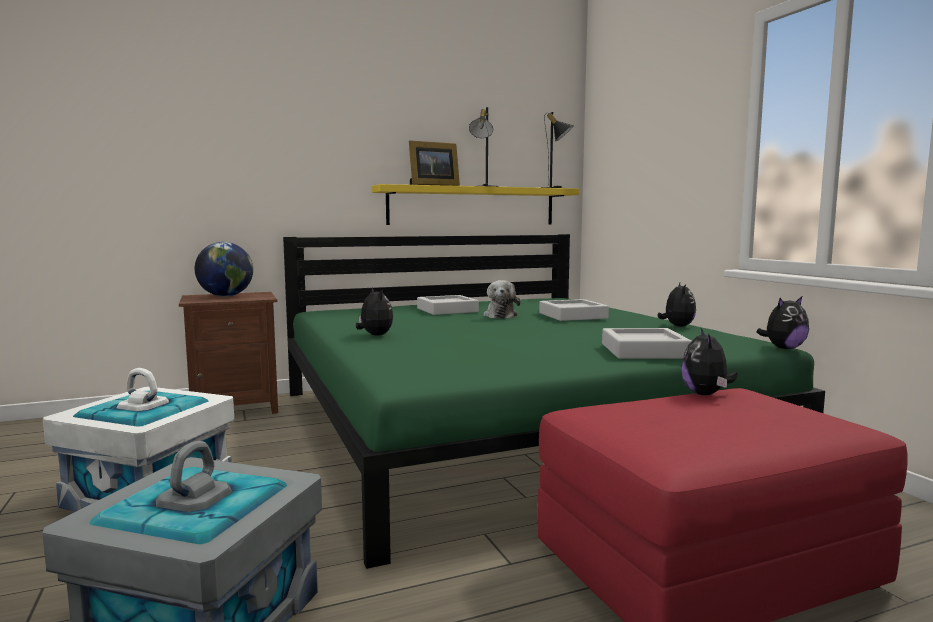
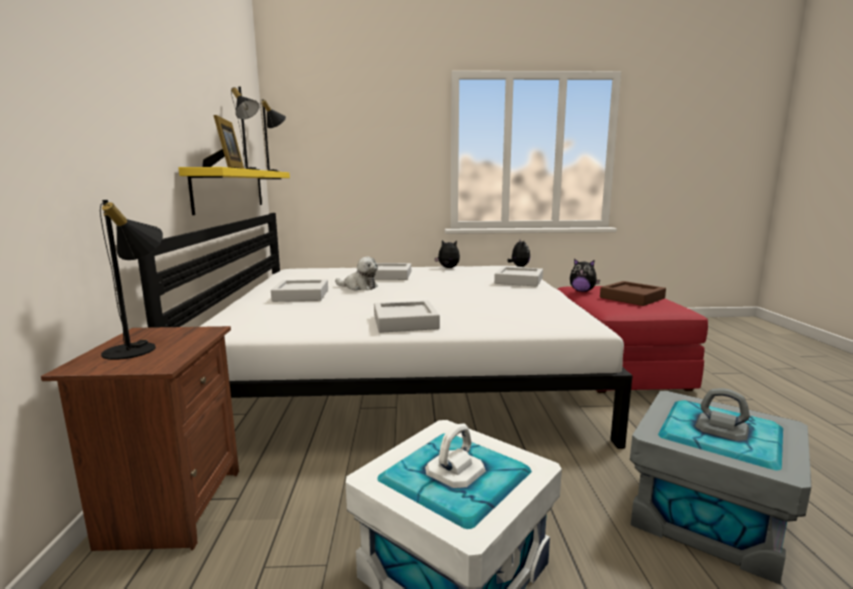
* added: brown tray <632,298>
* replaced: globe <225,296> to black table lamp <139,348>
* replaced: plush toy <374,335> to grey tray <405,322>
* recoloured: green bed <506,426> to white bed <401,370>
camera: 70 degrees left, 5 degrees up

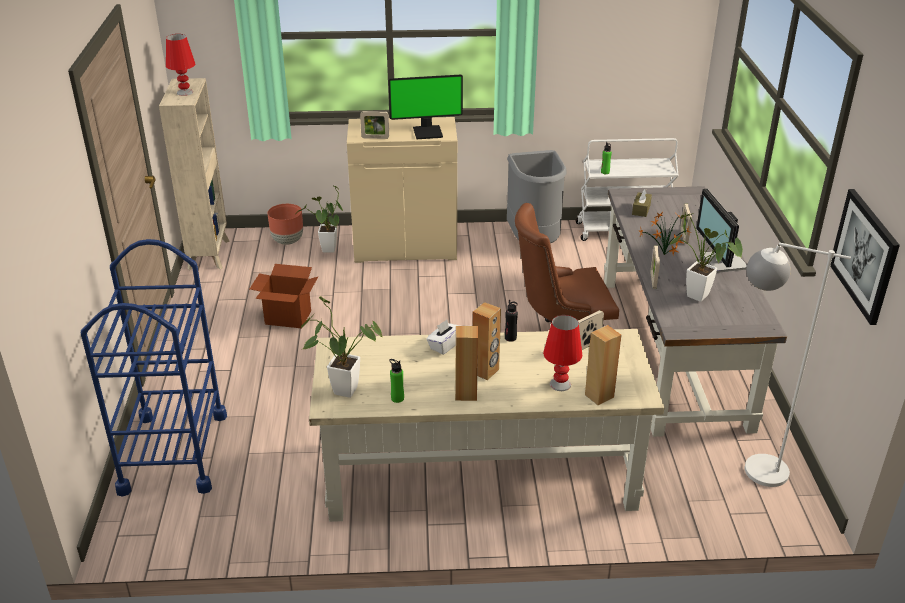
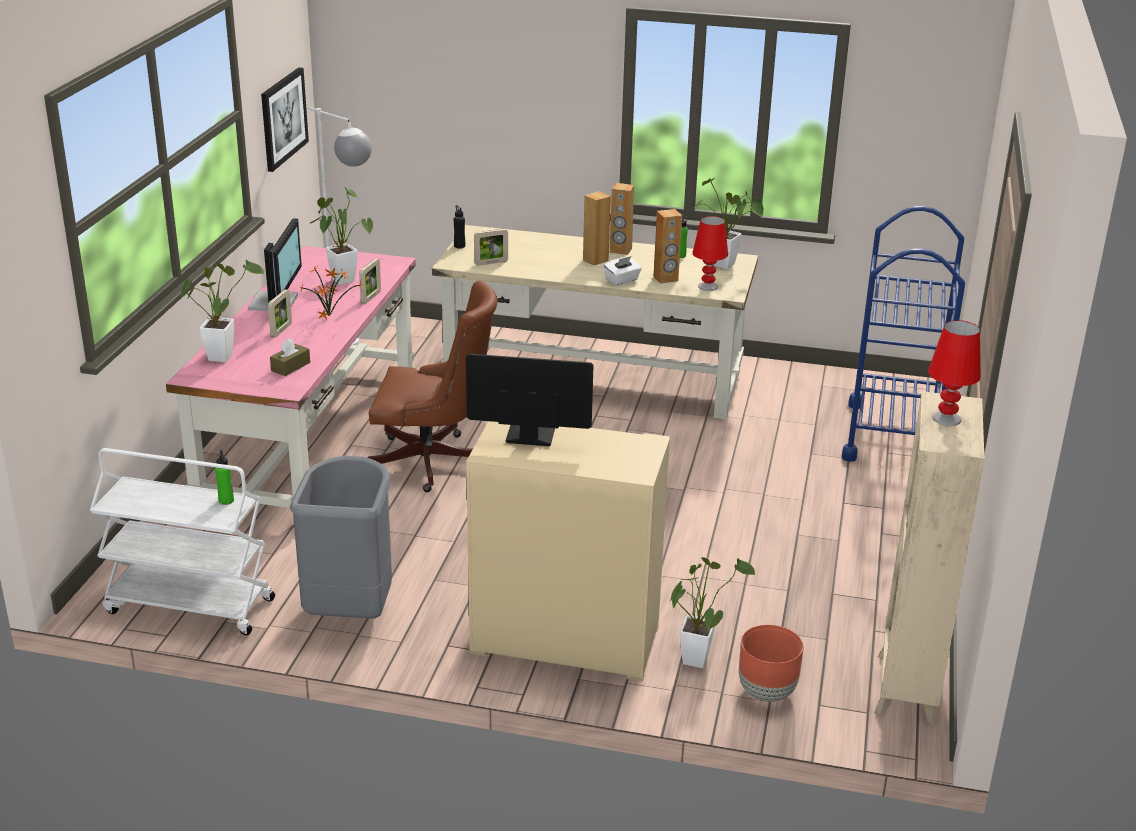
* removed: cardboard box <287,317>
* removed: picture frame <375,137>
* added: potted plant <223,355>
* moved: black bottle <510,338> to <459,246>
* moved: red table lamp <560,384> to <708,286>
* moved: brown speaker <599,396> to <666,279>
* recoloured: grey desk <673,350> to pink desk <310,437>
camera: 165 degrees left, 5 degrees down

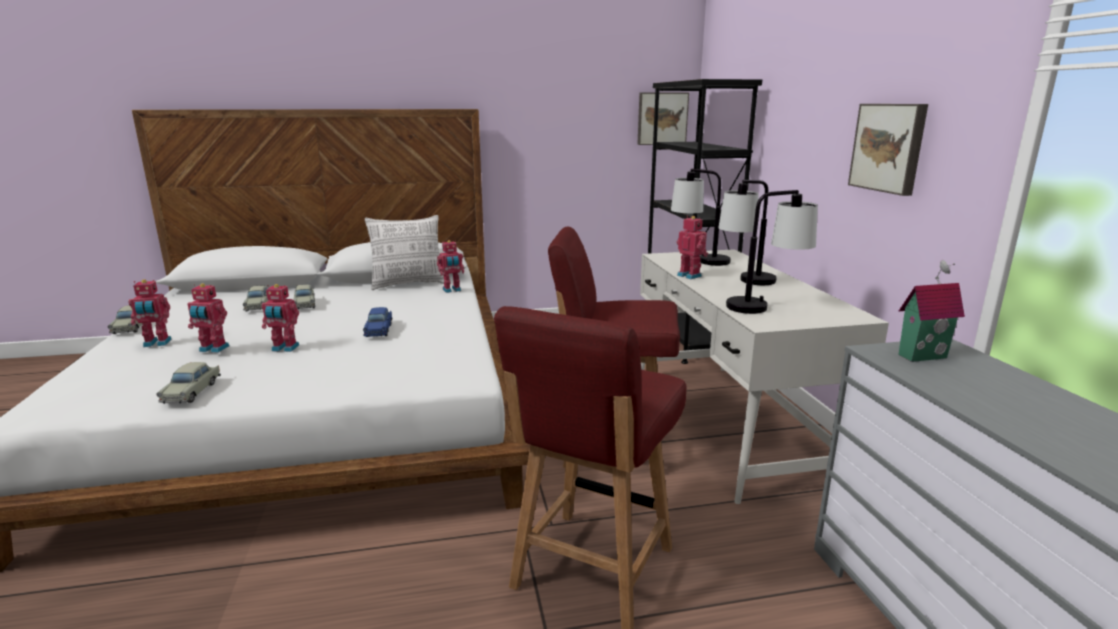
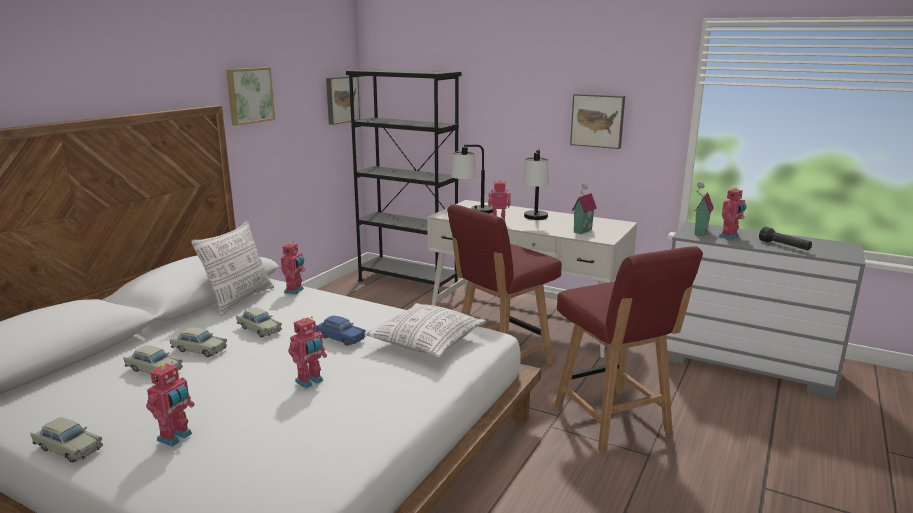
* added: picture <249,95>
* added: pillow <427,342>
* added: black flashlight <784,246>
* moved: beige toy car <192,391> to <259,329>
* moved: toy robot <213,349> to <730,236>
* replaced: table lamp <765,307> to toy house <581,230>
camera: 50 degrees left, 0 degrees up

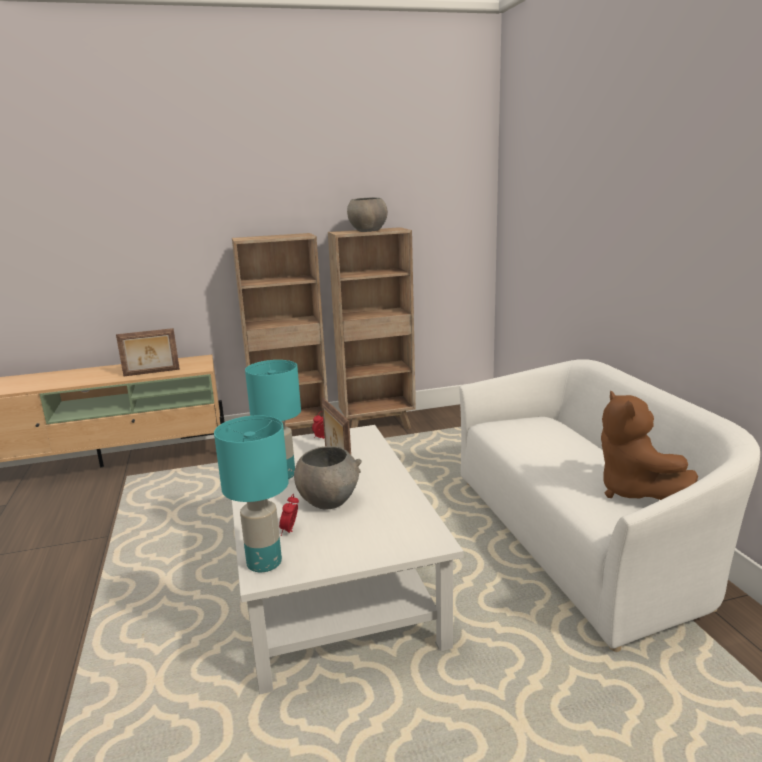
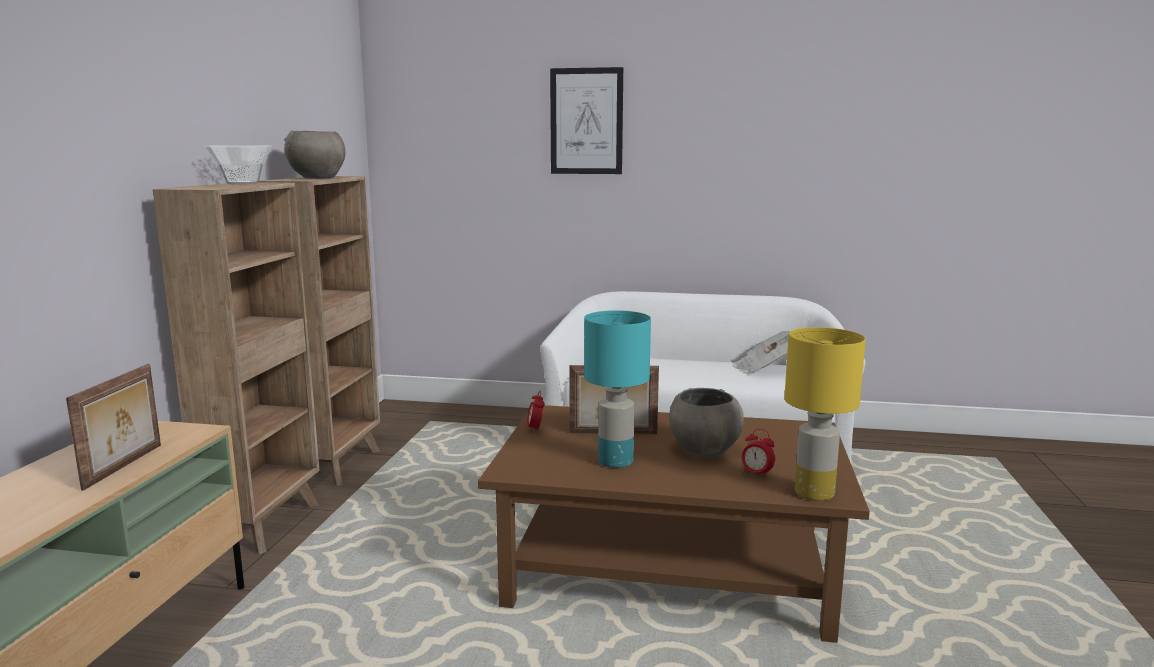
* added: bowl <241,183>
* added: picture <586,121>
* replaced: brown plush toy <634,491> to newspaper <766,368>
* recoloured: turquoise table lamp <265,562> to yellow table lamp <814,493>
* recoloured: white coffee table <332,581> to brown coffee table <669,566>
camera: 65 degrees left, 5 degrees down

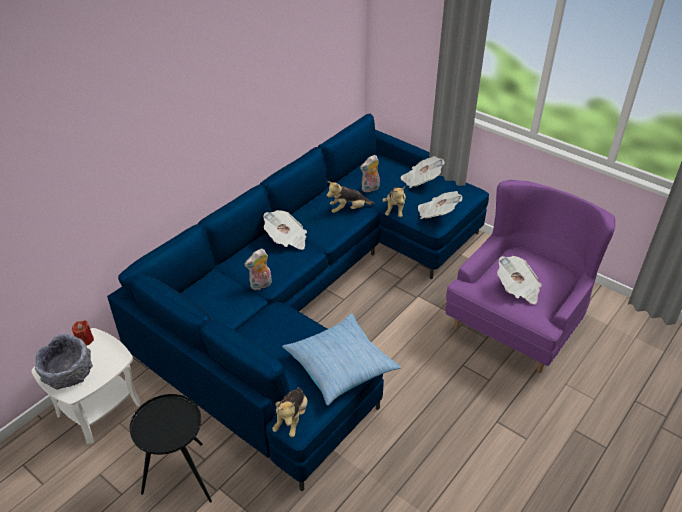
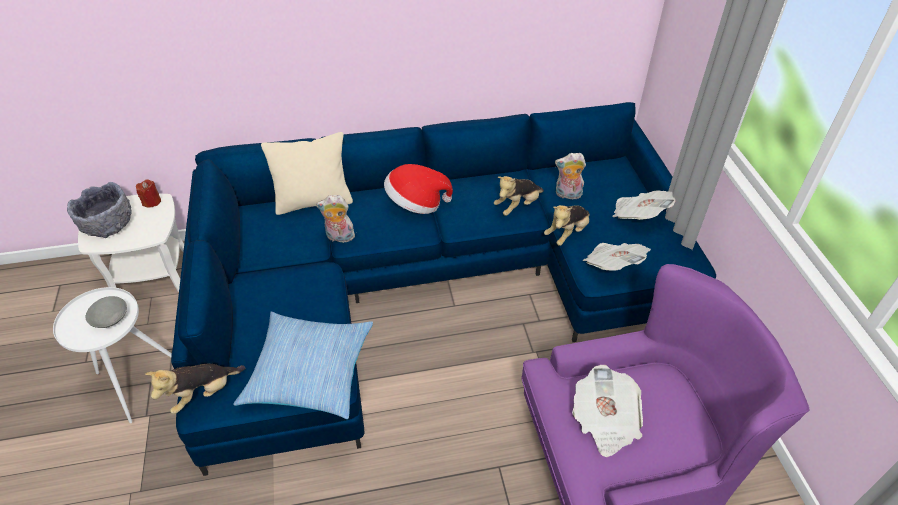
* added: grey bowl <110,318>
* added: beige pillow <314,202>
* replaced: newspaper <286,239> to hat <416,204>
* recoloured: black side table <181,478> to white side table <135,382>
* turned: plush toy <348,210> = <517,206> 60 degrees counterclockwise
camera: 40 degrees right, 5 degrees up

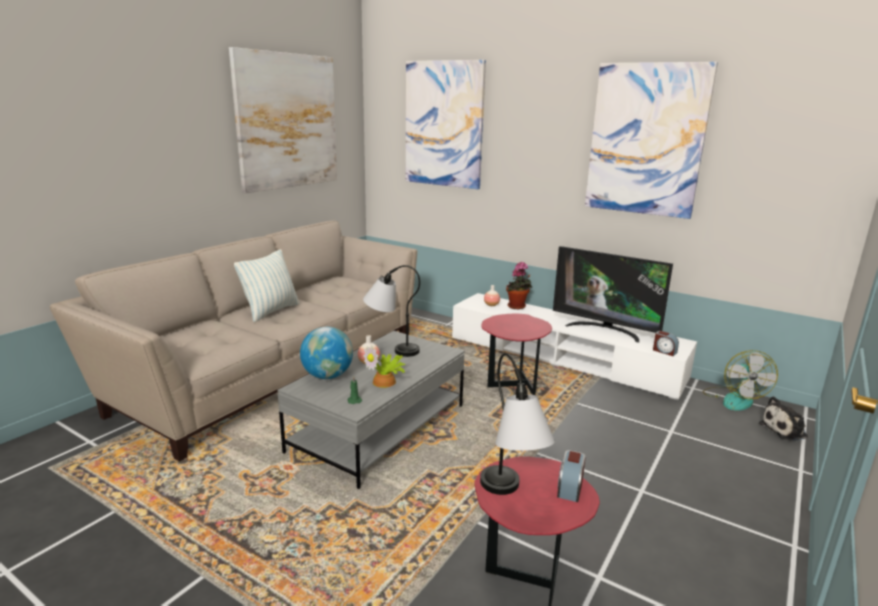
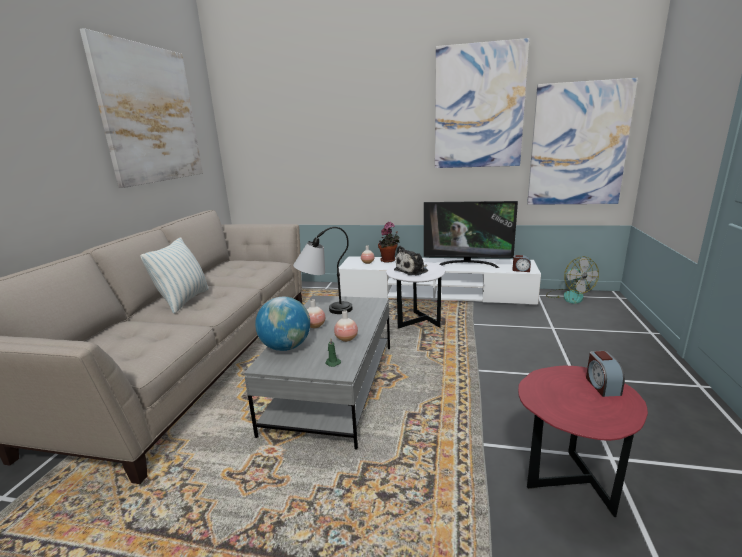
* removed: table lamp <510,499>
* moved: picture <444,124> to <578,145>
* moved: plush toy <785,430> to <413,270>
* replaced: potted plant <386,382> to vase <346,339>
* recoloured: red side table <512,387> to white side table <416,323>
camera: 20 degrees left, 0 degrees up

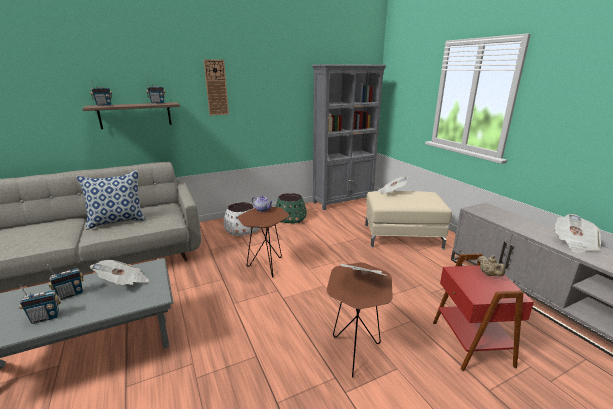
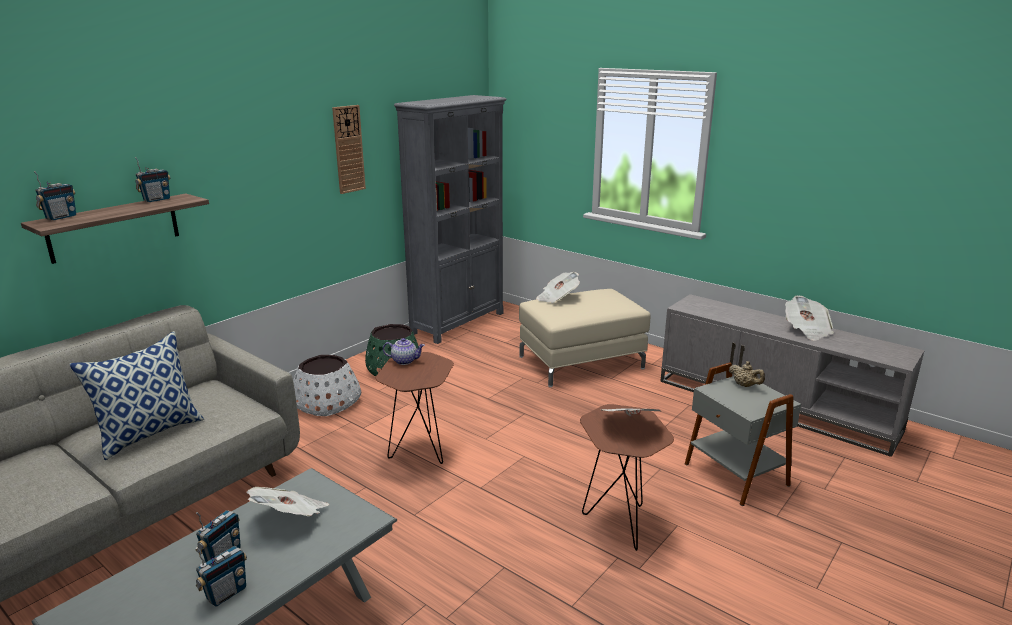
* moved: wall clock <216,88> to <348,149>
* recoloured: red side table <469,343> to grey side table <734,475>
camera: 25 degrees left, 0 degrees up

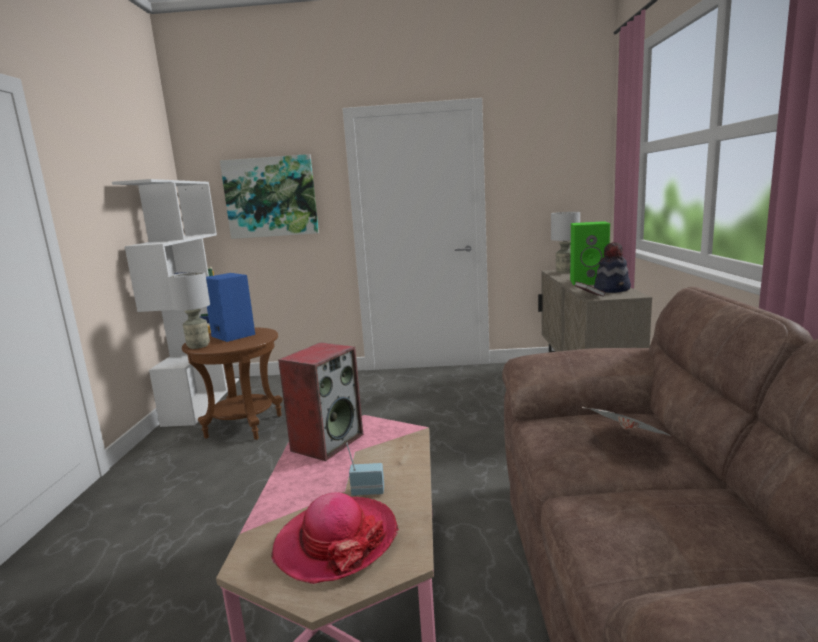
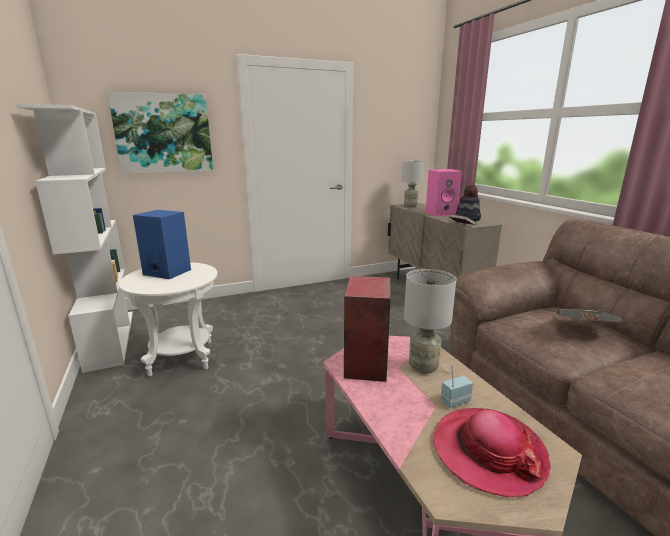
* moved: grey table lamp <199,346> to <423,367>
* recoloured: brown side table <244,426> to white side table <182,358>
* recoloured: green speaker <589,282> to pink speaker <441,213>
camera: 25 degrees left, 5 degrees up

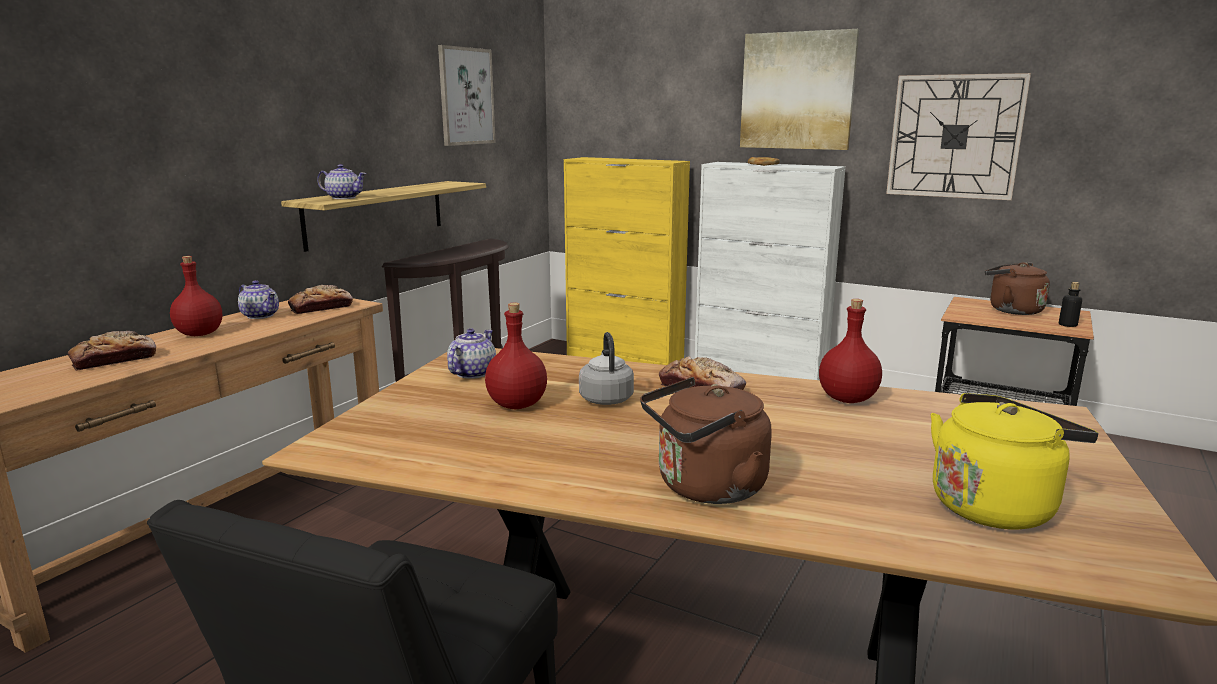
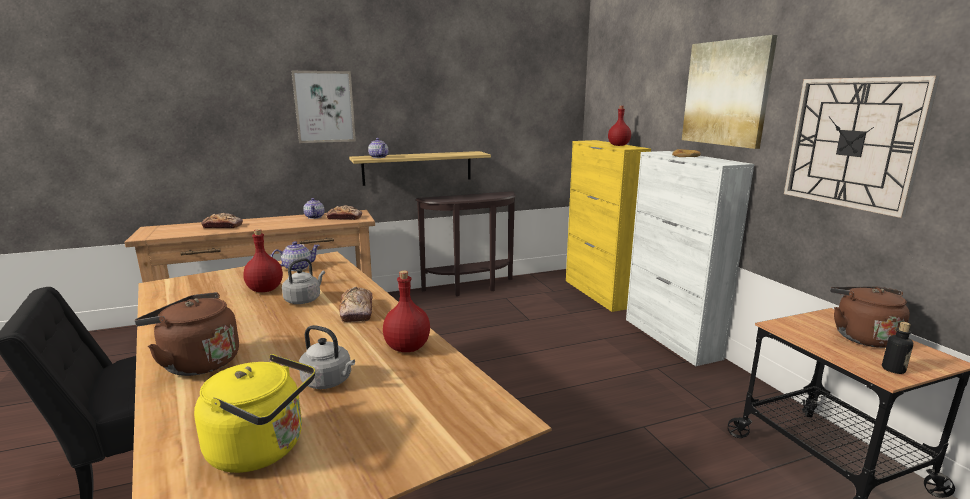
* added: grey kettle <329,381>
* moved: red bottle <198,334> to <618,145>
* moved: picture <466,96> to <324,107>
camera: 40 degrees right, 0 degrees up

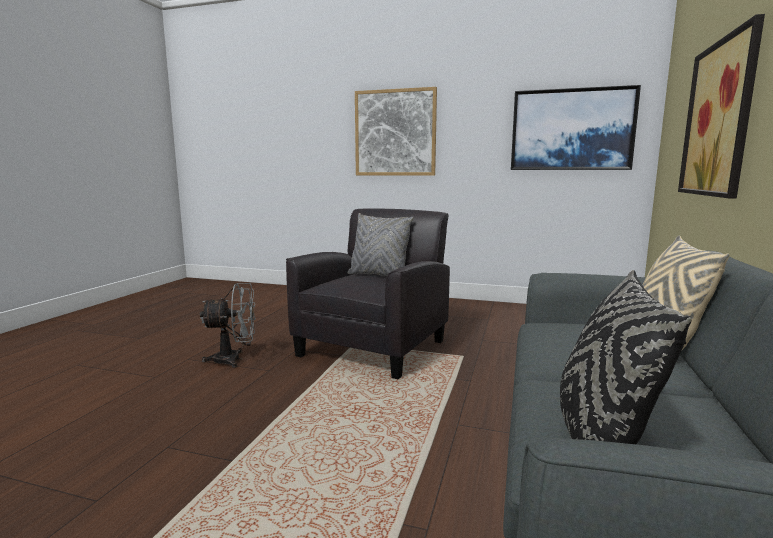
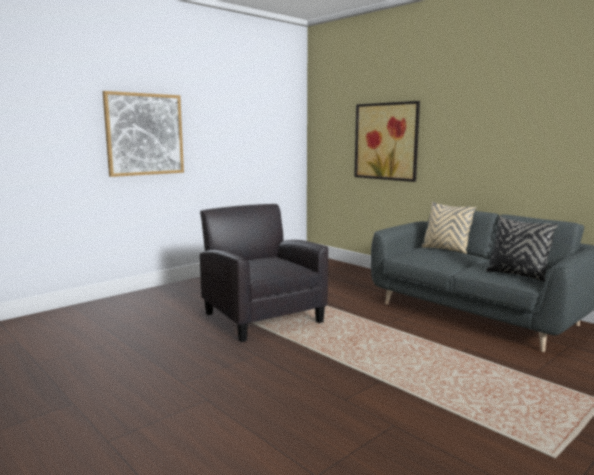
* removed: grey fan <234,360>
* removed: grey pillow <378,275>
* removed: picture <571,130>
camera: 60 degrees left, 0 degrees up

